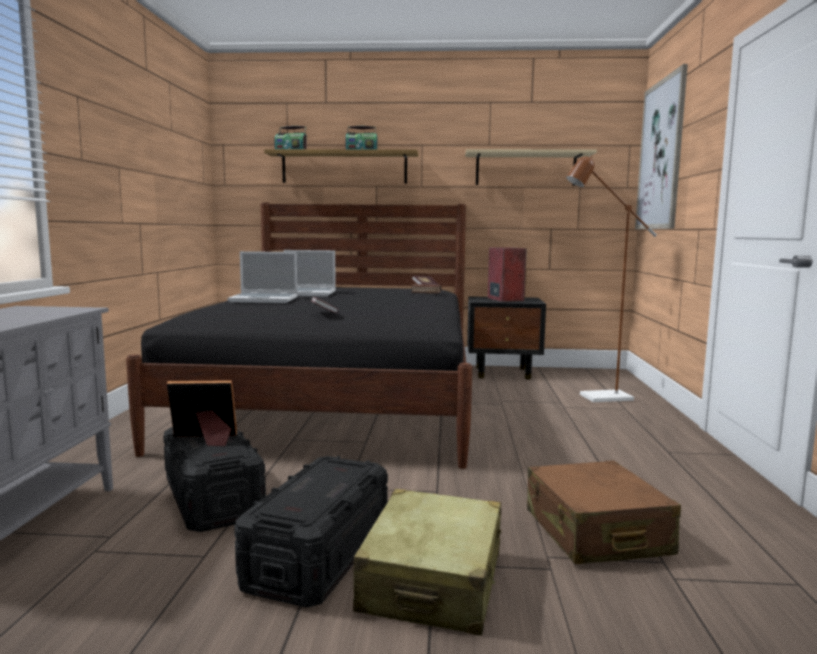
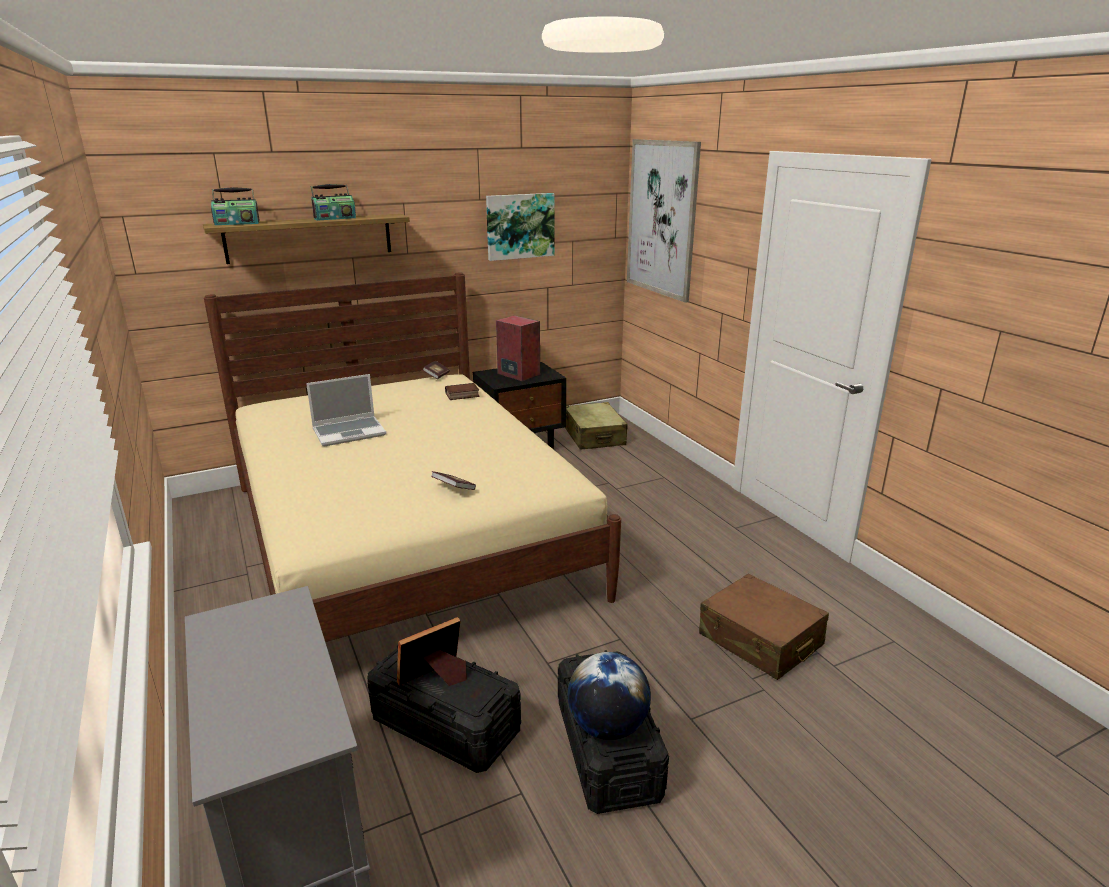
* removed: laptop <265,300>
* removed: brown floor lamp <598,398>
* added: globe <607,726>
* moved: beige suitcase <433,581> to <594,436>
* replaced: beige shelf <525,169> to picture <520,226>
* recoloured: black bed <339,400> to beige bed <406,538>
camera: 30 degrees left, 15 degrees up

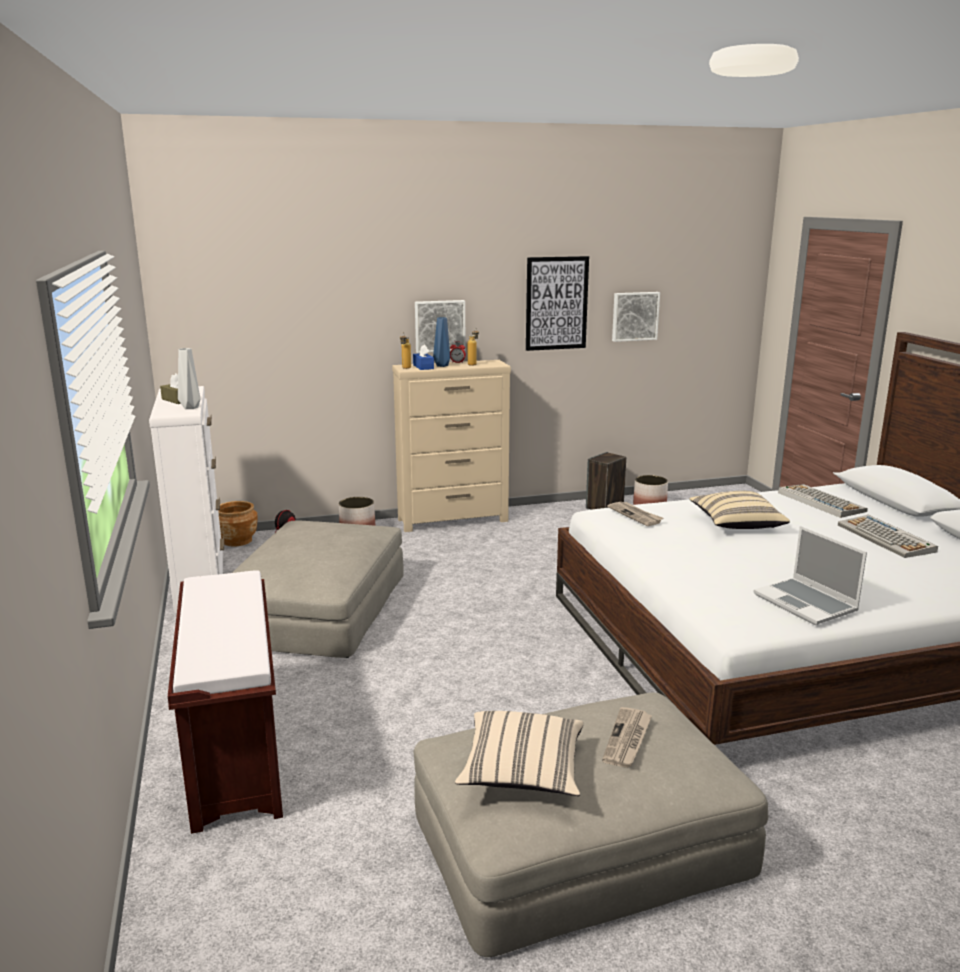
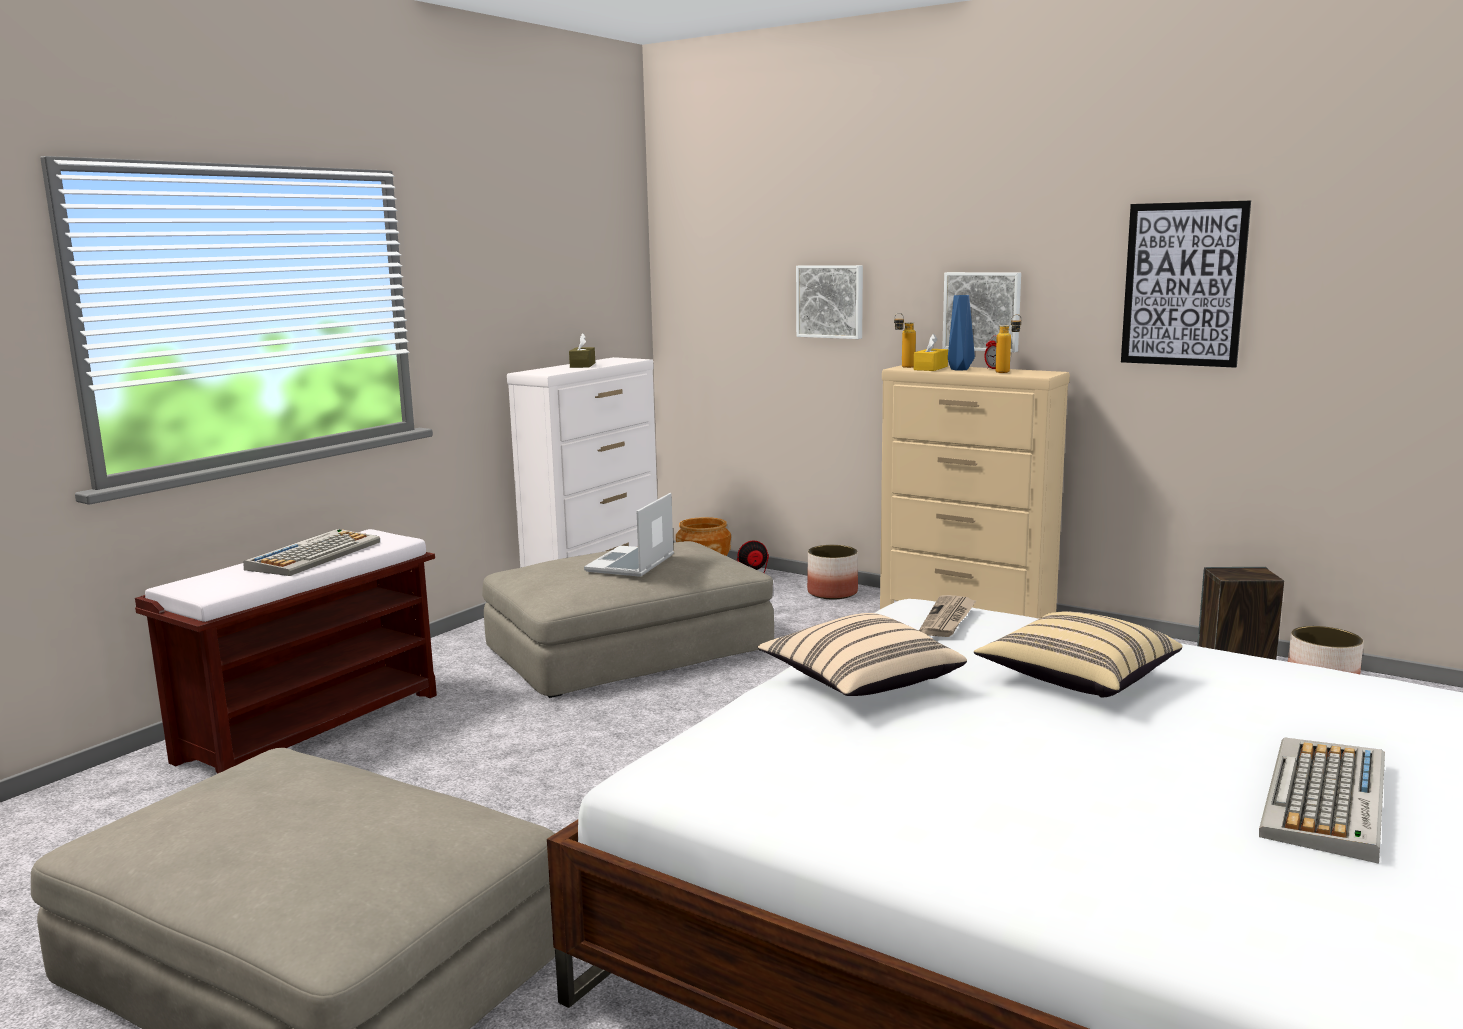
* removed: grey vase <191,407>
* removed: newspaper <627,740>
* moved: beige pillow <522,772> to <859,683>
* moved: picture <634,316> to <831,301>
* moved: laptop <806,603> to <631,564>
* moved: keyboard <820,502> to <315,555>
* recoloured: blue tissue box <423,367> to yellow tissue box <930,368>
camera: 50 degrees right, 5 degrees down

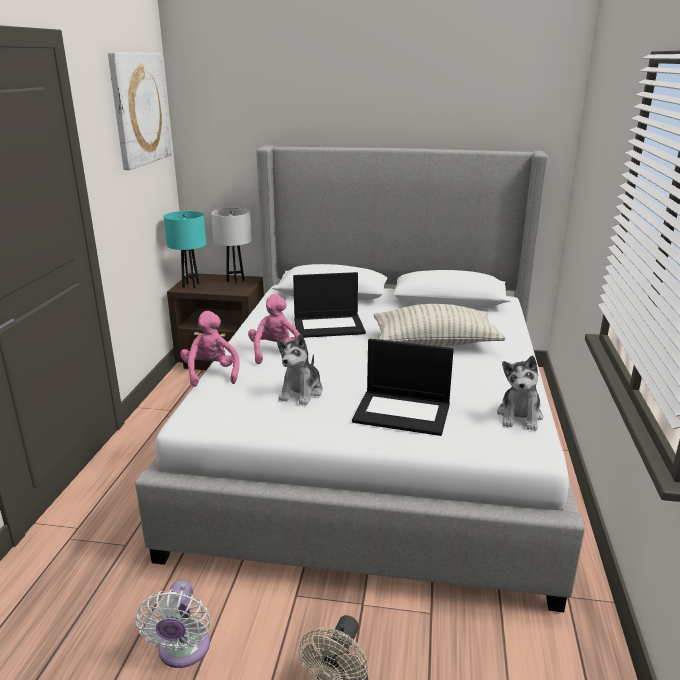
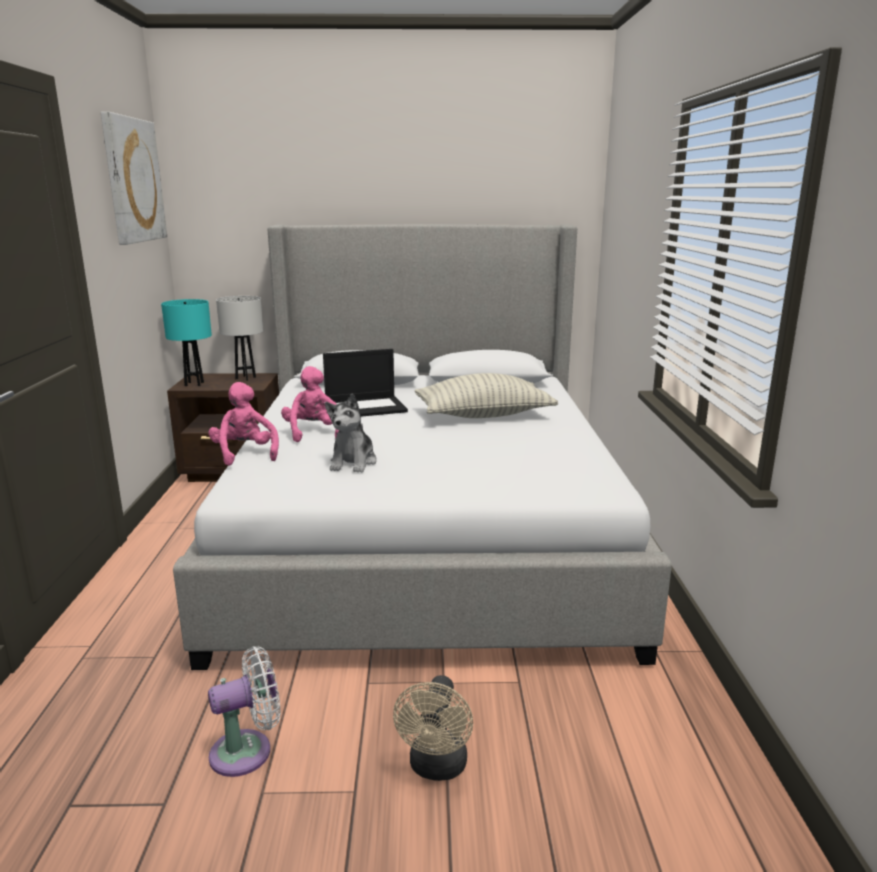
* removed: laptop <403,412>
* removed: plush toy <520,416>
* turned: white fan <183,651> = <247,751> 105 degrees counterclockwise
camera: 10 degrees left, 5 degrees down

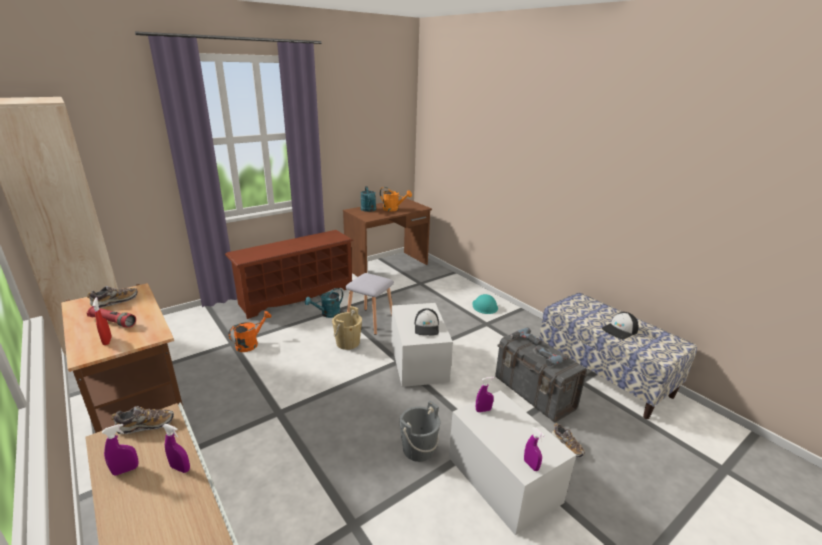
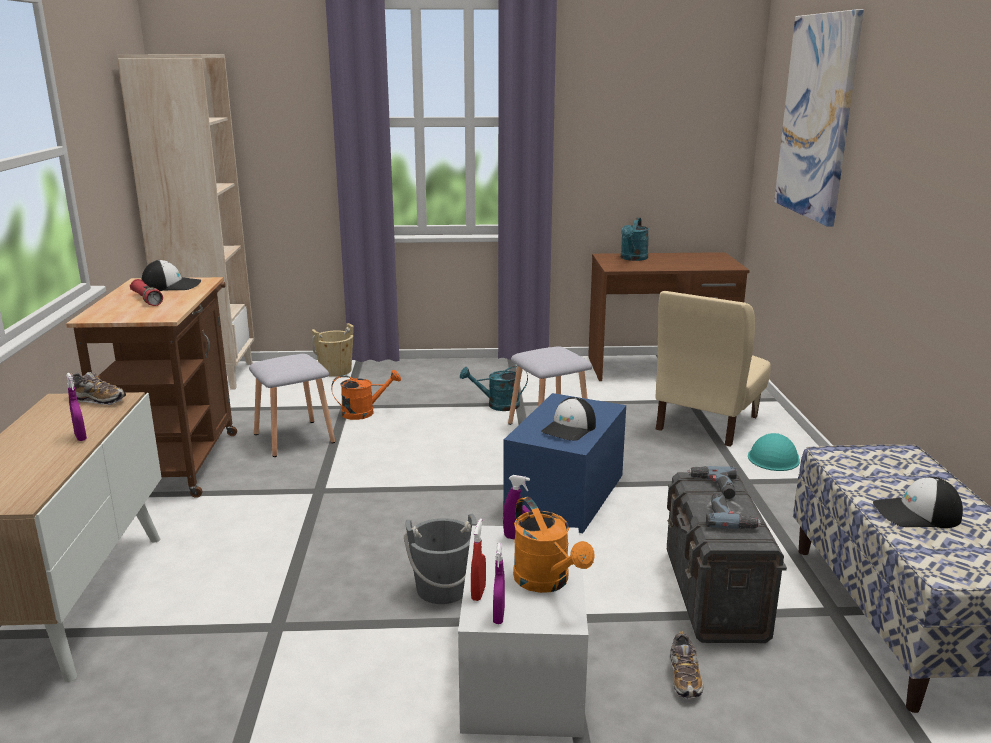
* removed: purple spray bottle <126,470>
* removed: brown shoe rack <296,295>
* added: grey stool <295,437>
* added: beige chair <706,423>
* added: picture <817,117>
* moved: red spray bottle <107,341> to <478,593>
* moved: beige bucket <348,343> to <335,371>
* moved: orange watering can <393,209> to <547,582>
* replaced: shoe <115,302> to cap <172,285>
* recoloured: white storage box <418,361> to blue storage box <565,494>
camera: 35 degrees right, 5 degrees down

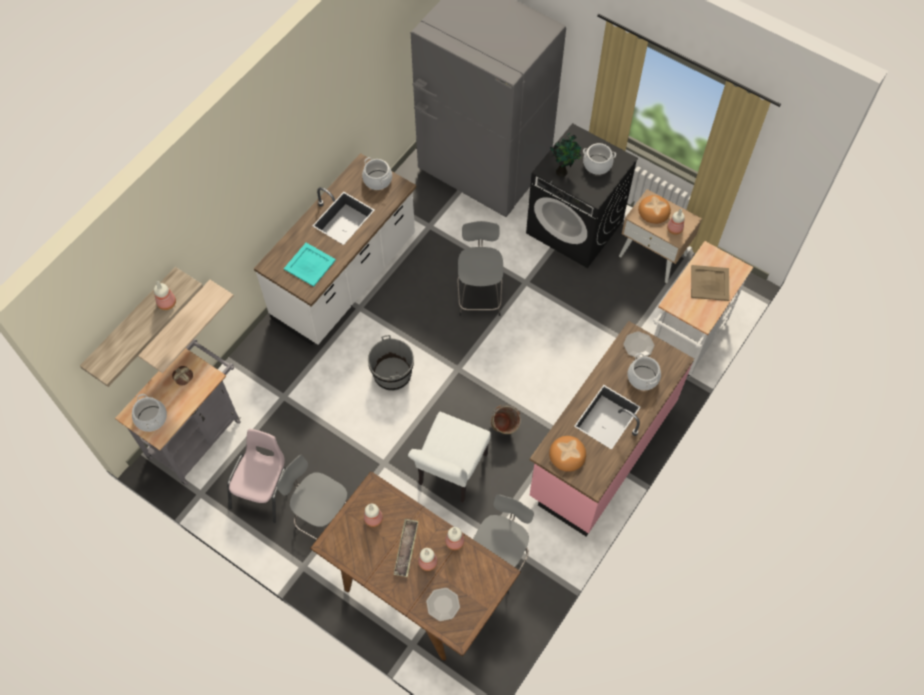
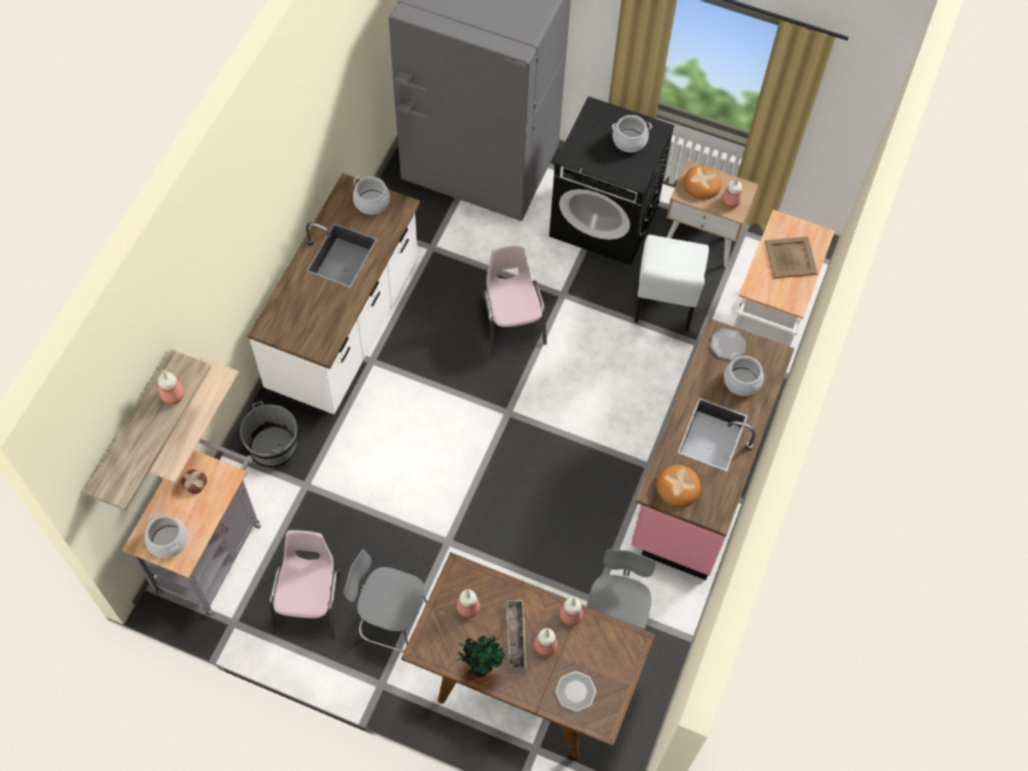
* removed: turquoise tray <310,264>
* removed: green bucket <504,429>
* moved: grey bucket <392,374> to <273,448>
* moved: white chair <450,473> to <664,306>
* moved: potted plant <562,171> to <480,667>
* replaced: grey stool <479,296> to pink chair <512,321>
camera: 15 degrees left, 0 degrees up

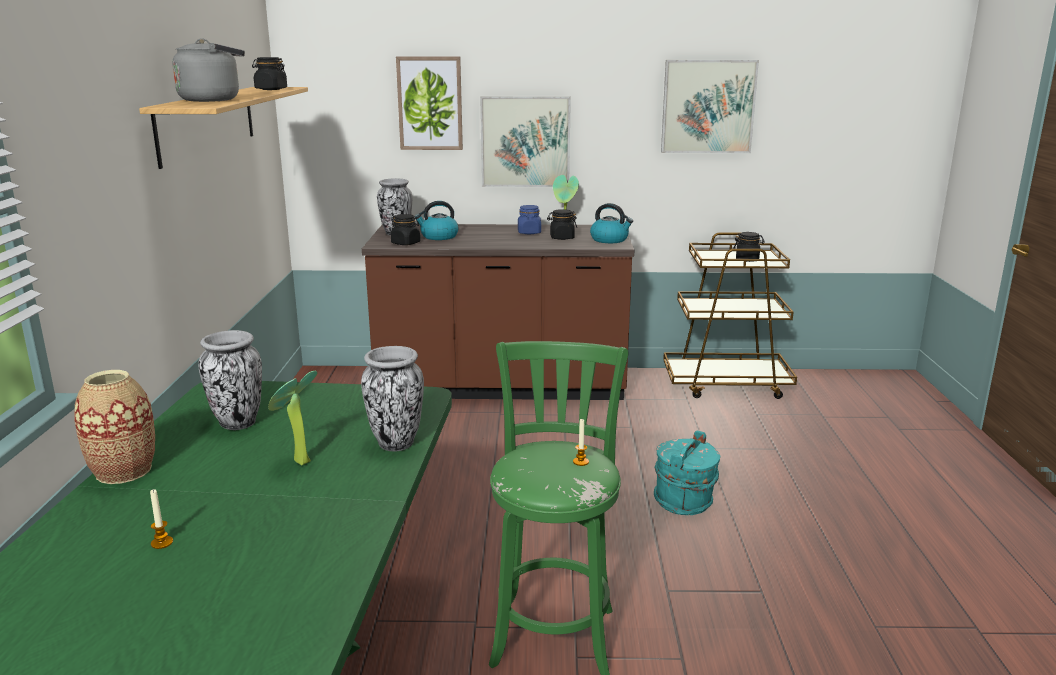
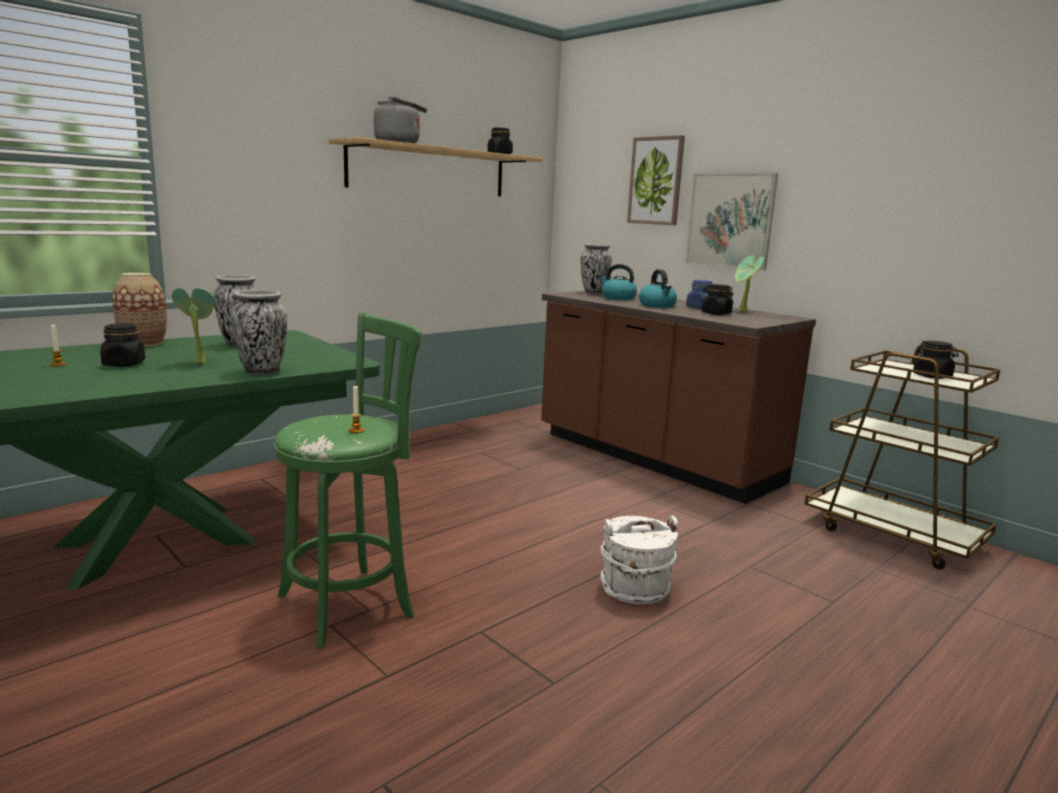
* removed: picture <708,106>
* moved: black jar <406,243> to <124,364>
* moved: kettle <610,240> to <657,305>
* recoloured: turquoise bucket <684,502> to white bucket <635,589>
camera: 45 degrees right, 5 degrees down

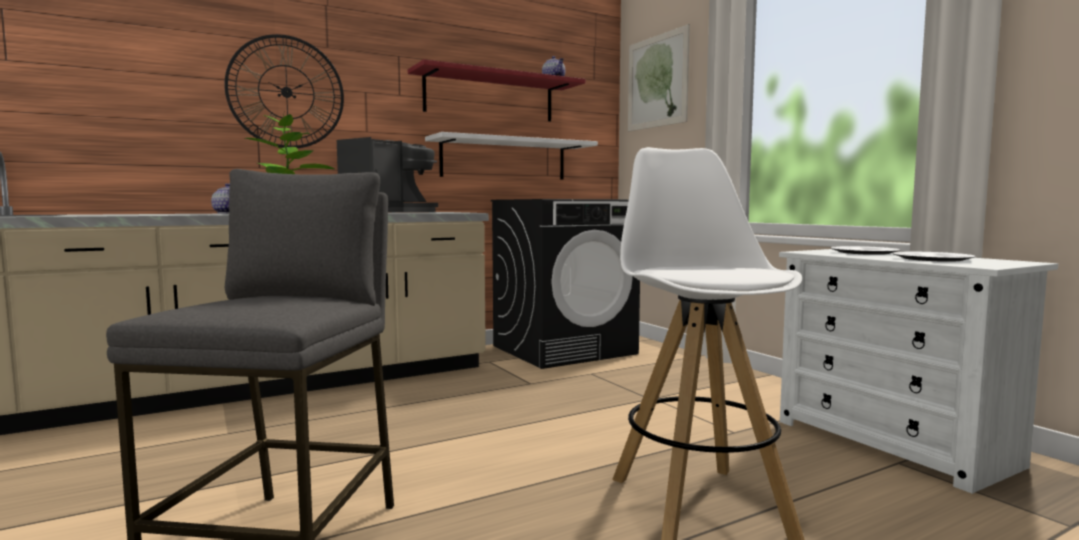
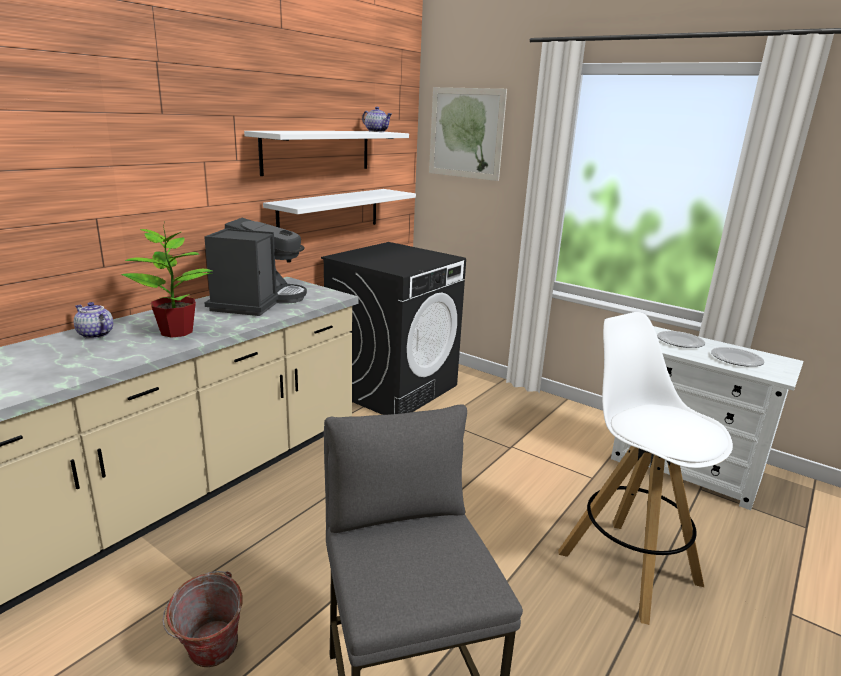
* removed: wall clock <286,92>
* added: bucket <209,658>
* recoloured: red shelf <490,97> to white shelf <317,151>
camera: 25 degrees left, 15 degrees up

